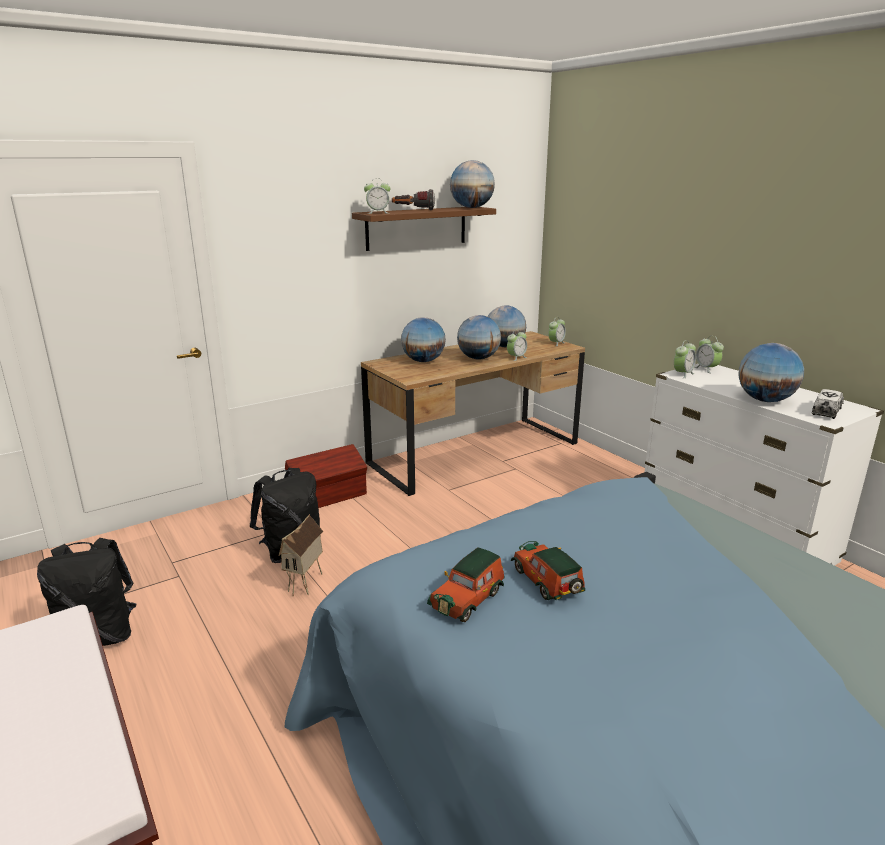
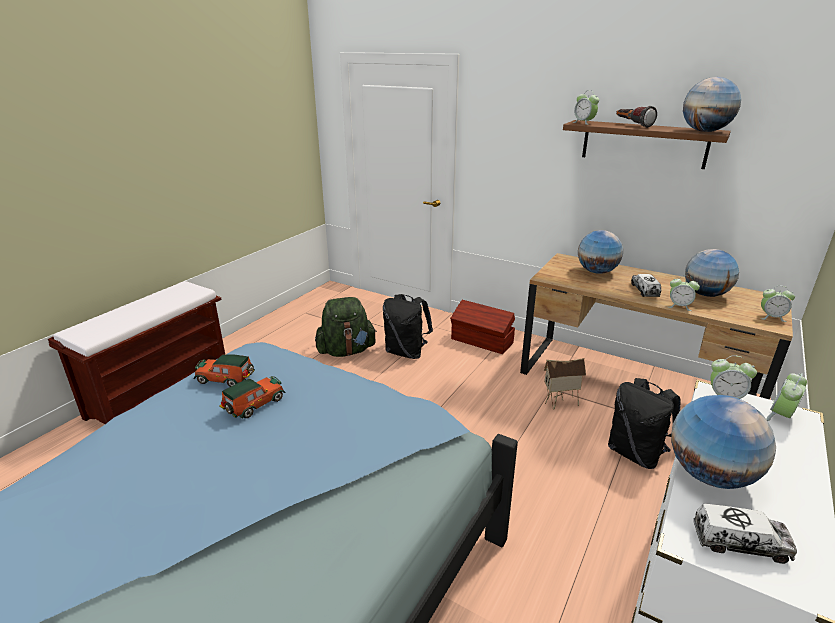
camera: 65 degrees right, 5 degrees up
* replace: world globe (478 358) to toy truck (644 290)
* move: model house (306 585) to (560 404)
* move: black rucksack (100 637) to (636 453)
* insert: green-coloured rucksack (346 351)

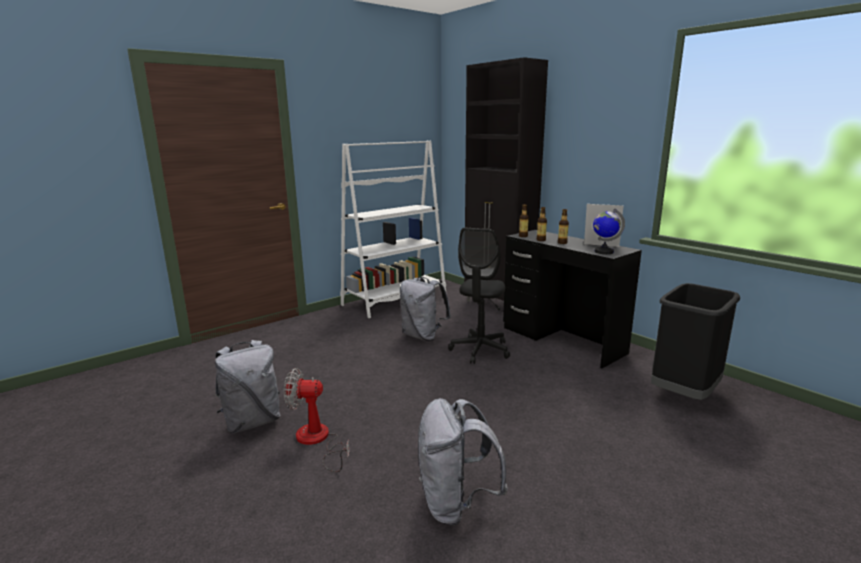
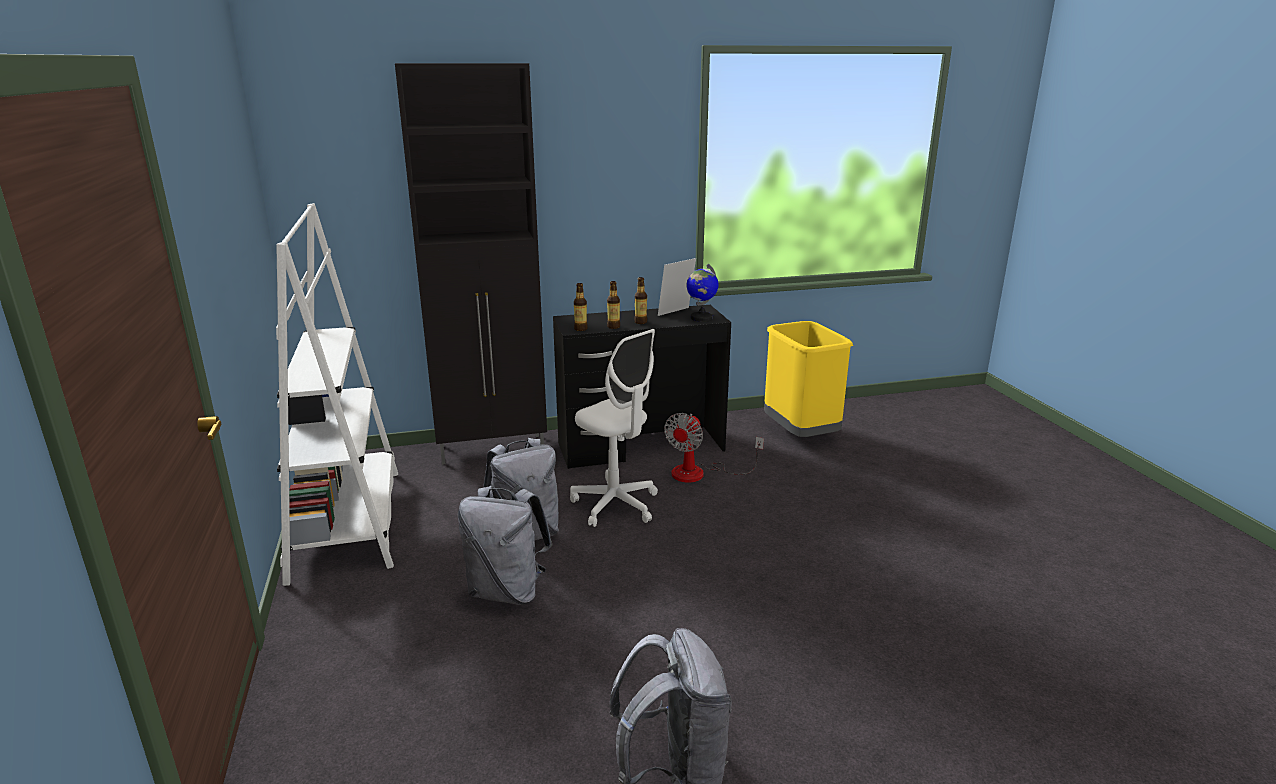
camera: 65 degrees left, 5 degrees up
* recolor: black computer chair (480 350) to whitish computer chair (615 505)
* recolor: black waste bin (685 393) to yellow-coloured waste bin (800 434)
* move: electric fan (317 441) to (699 473)
* move: grey rucksack (456 504) to (507 591)

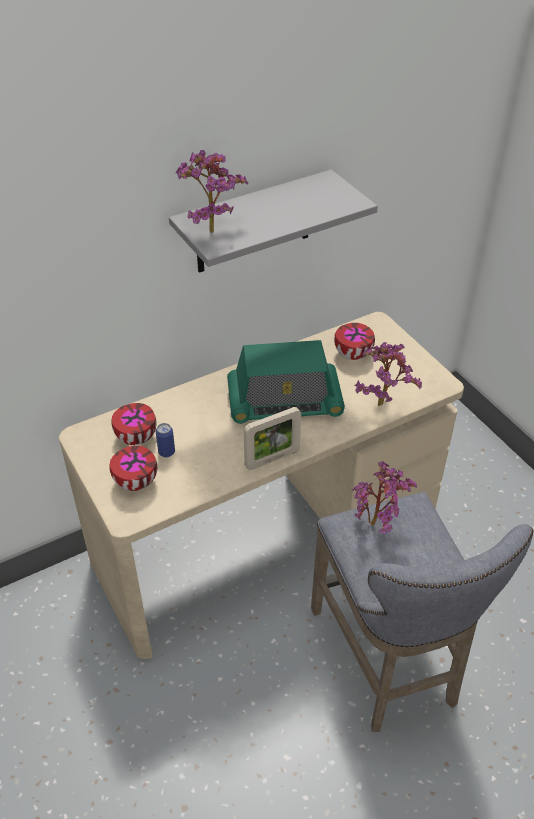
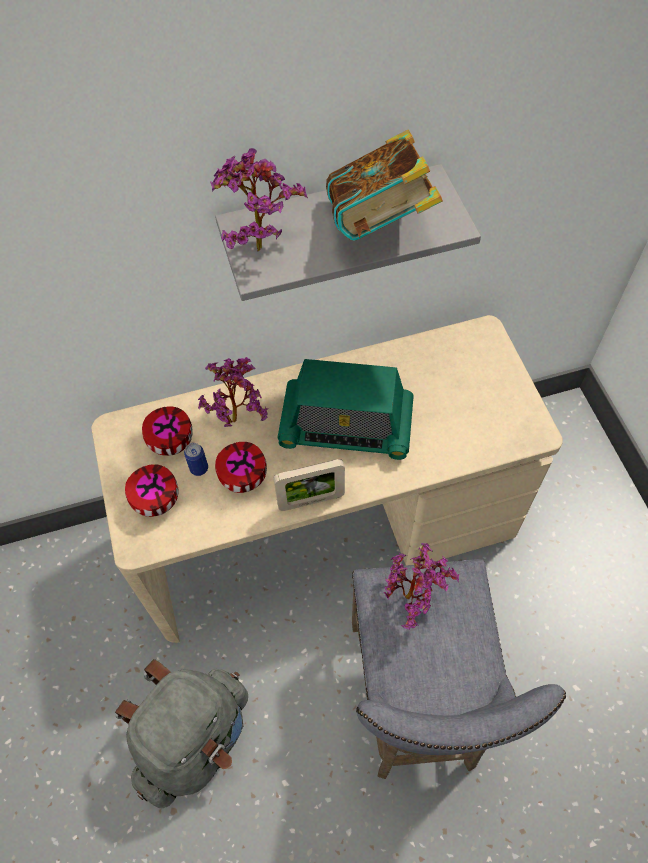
camera: 15 degrees right, 15 degrees up
* move: serving bowl (351 354) to (242 477)
* move: plant in a pot (382 401) to (238 417)
* insert: bound book (380 224)
* insert: grey rucksack (194 739)

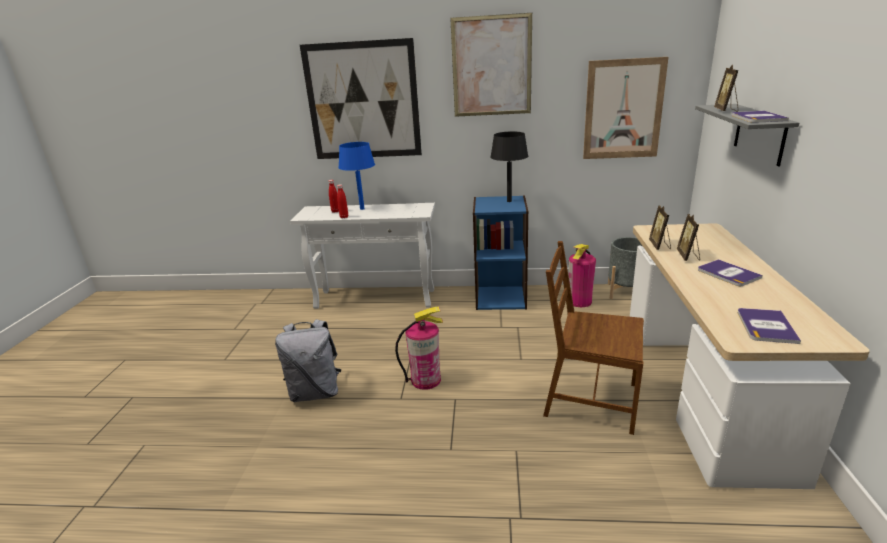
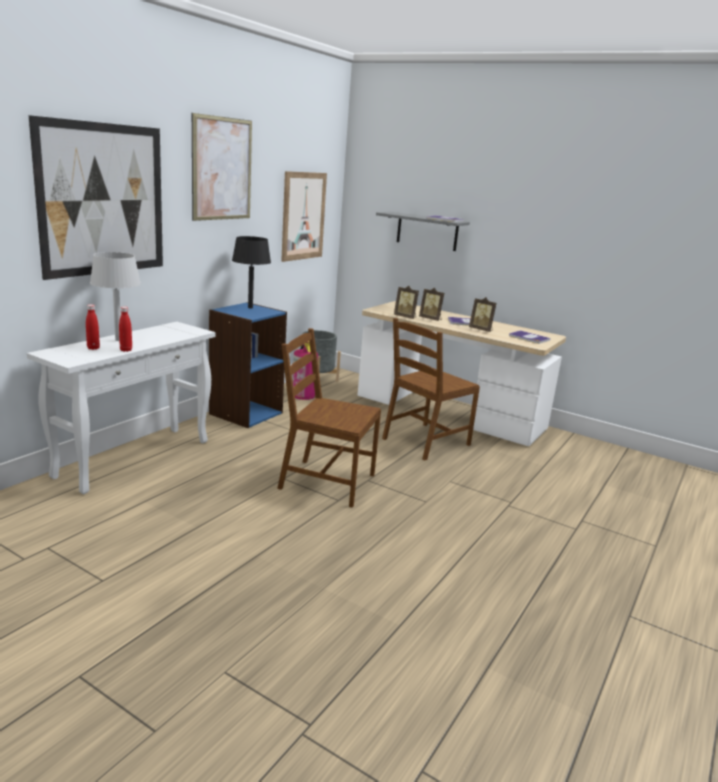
camera: 65 degrees left, 5 degrees down
* move: photo frame (726 110) to (481 330)
* recolor: blue-coloured table lamp (362 209) to grey table lamp (118 340)
* replace: fire-fighting cylinder (426 380) to brownish upright chair (326 482)
* delete: grey rucksack (315 392)

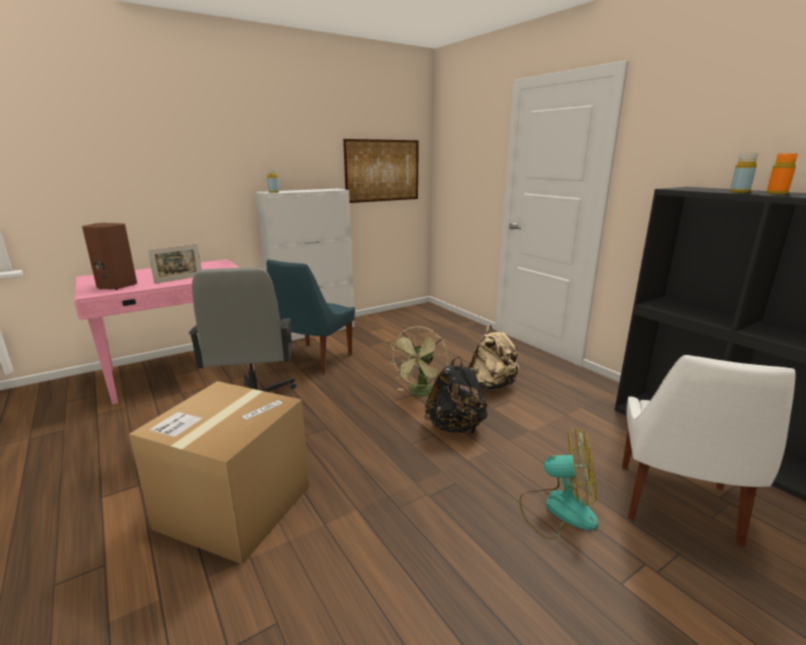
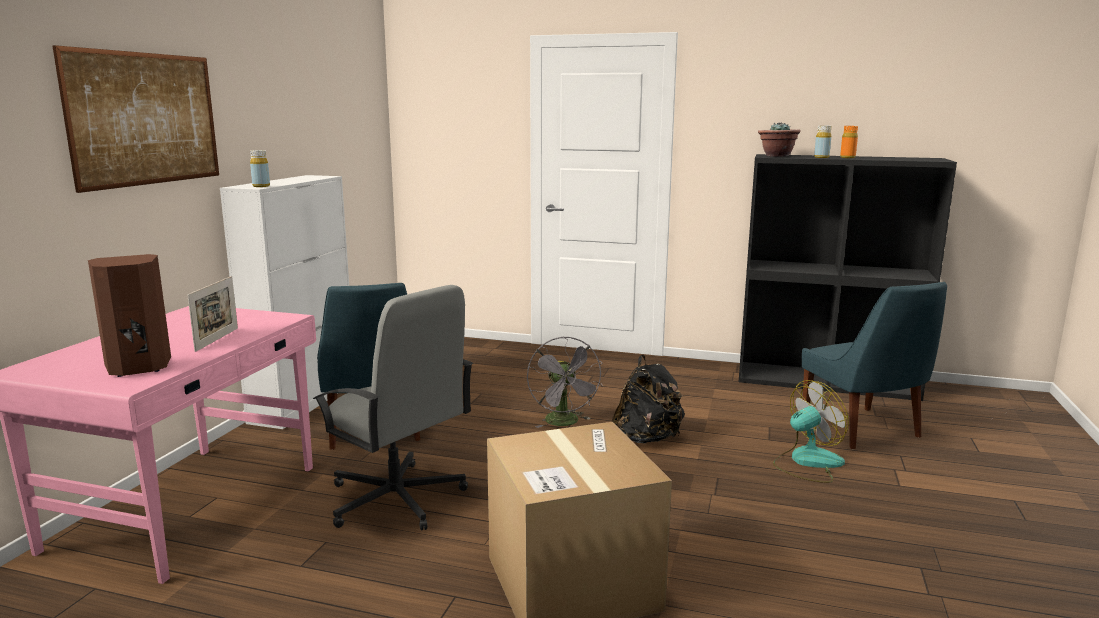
camera: 40 degrees left, 5 degrees down
* move: wall picture (382 170) to (145 119)
* delete: beige rucksack (491 385)
* recolor: green-coloured electric fan (420 393) to grey electric fan (565 423)
* recolor: whitish upright chair (677 506) to blue-coloured upright chair (863 430)
* insert: plant in a pot (777 156)

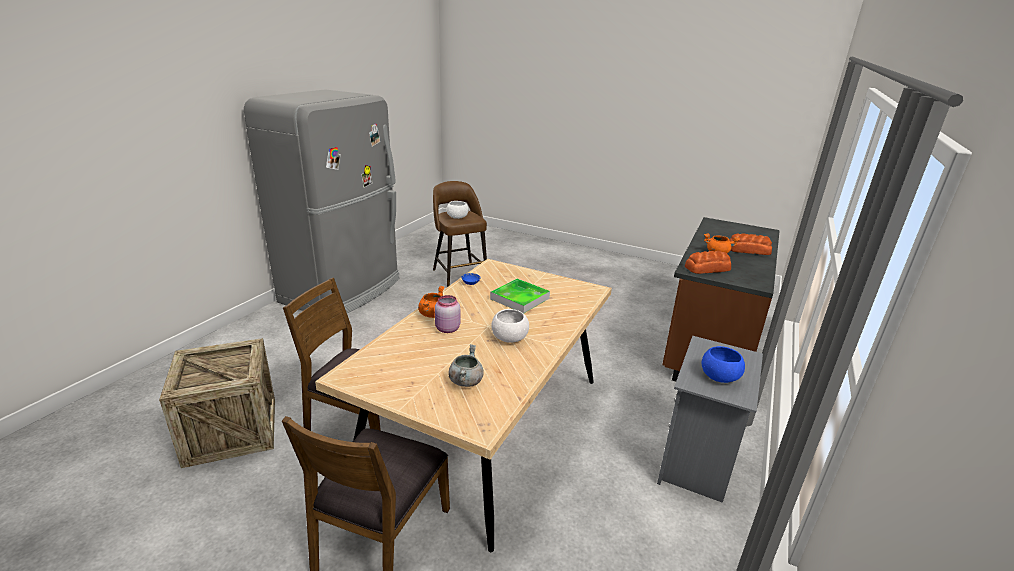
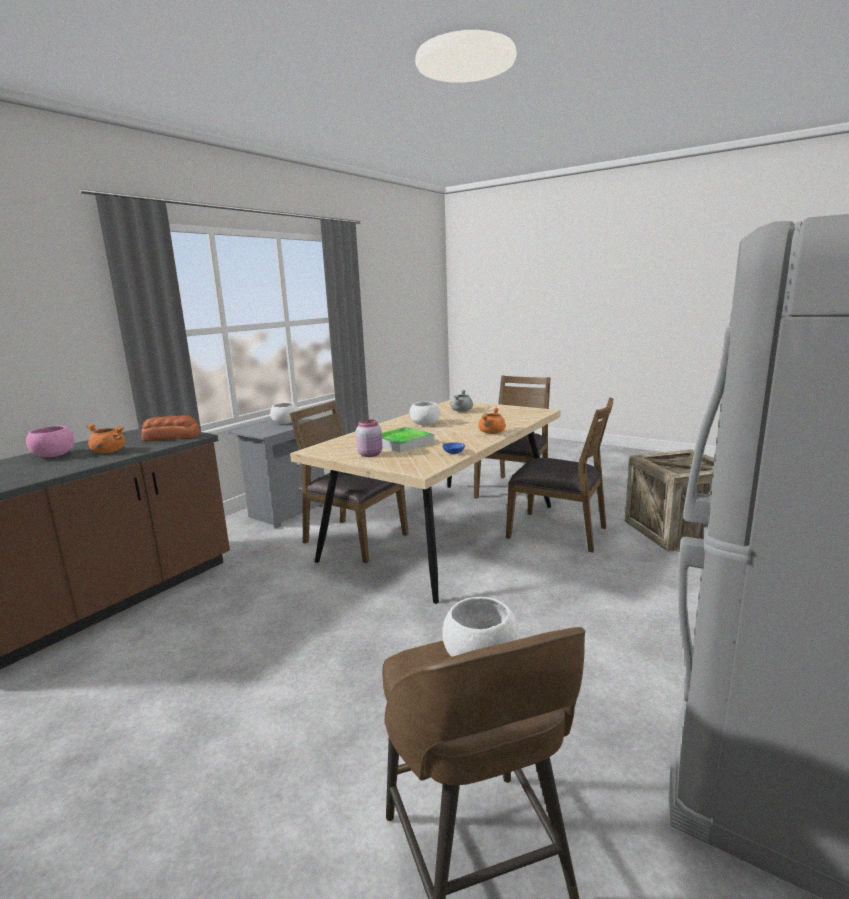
camera: 170 degrees left, 10 degrees down
* replace: bread (748 250) to pink-coloured serving bowl (53 455)
* move: pink-coloured storage jar (447 329) to (370 454)
* recolor: blue-coloured serving bowl (719 377) to whitish serving bowl (285 423)
* insert: brownish upright chair (354 539)

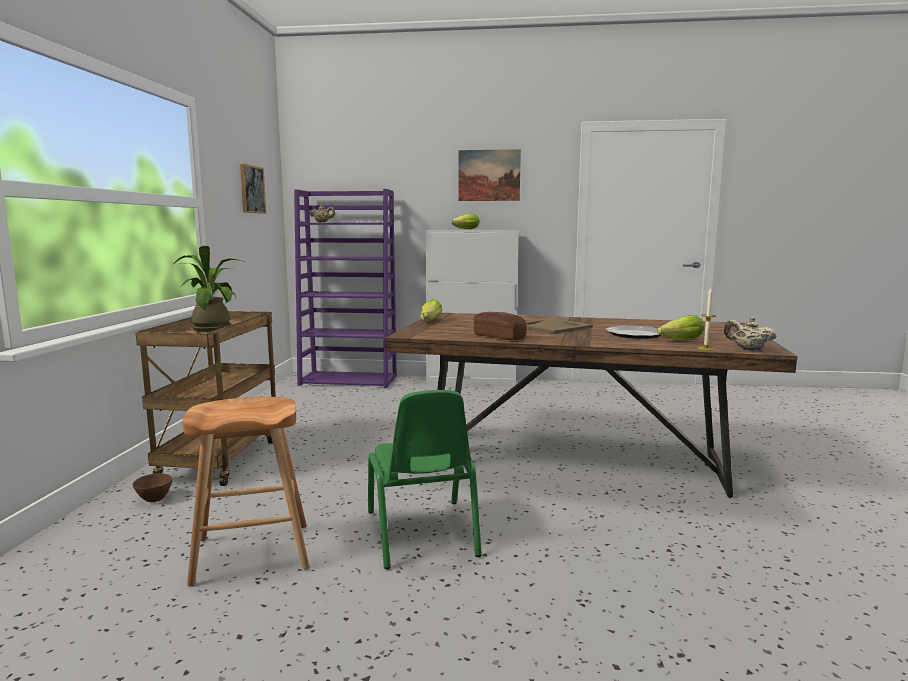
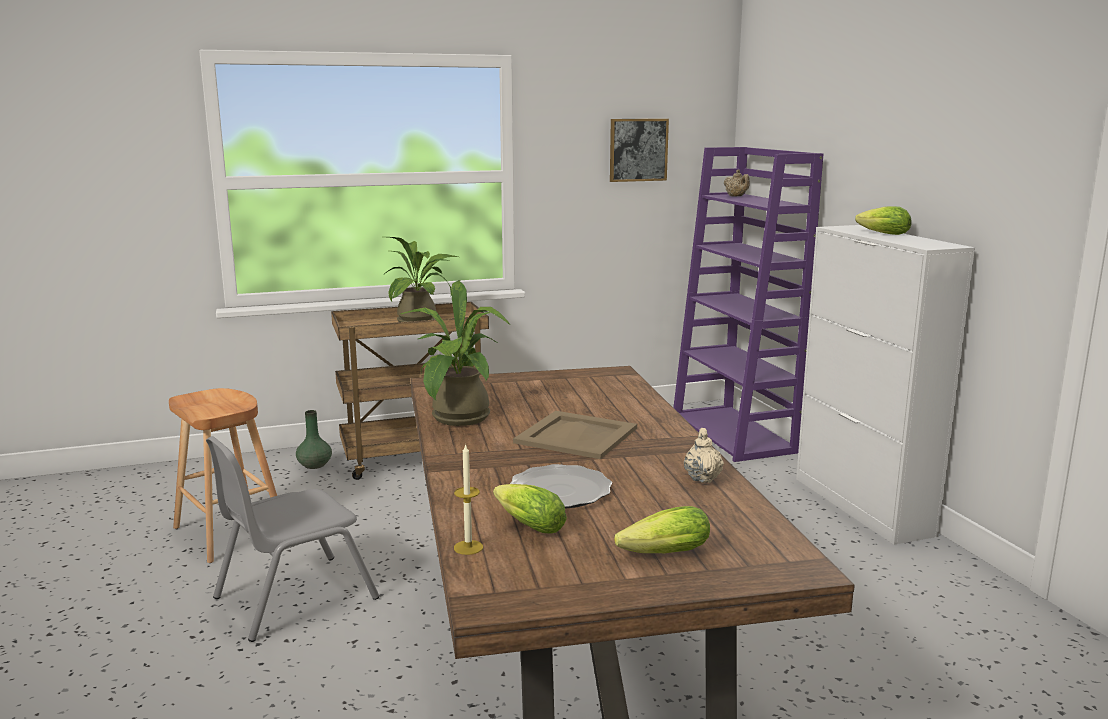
camera: 65 degrees right, 5 degrees up
* delete: wall picture (489 175)
* move: lettuce (429 322) to (660 555)
* replace: bread (499 337) to plant in a pot (458 420)
* move: beige tea pot (748 349) to (702 478)
* recolor: green-coloured upright chair (421 533) to grey upright chair (294 597)
* replace: brownish serving bowl (154 499) to green-coloured flower vase (314 465)

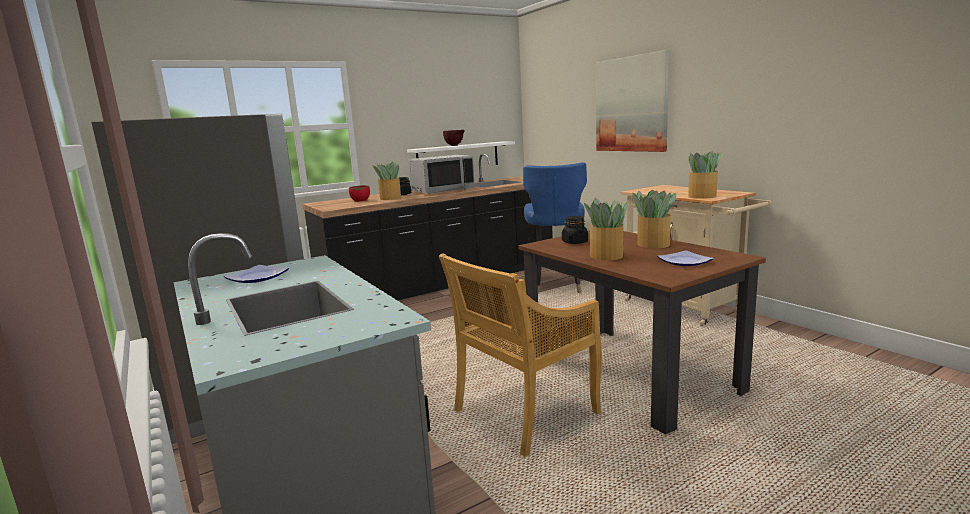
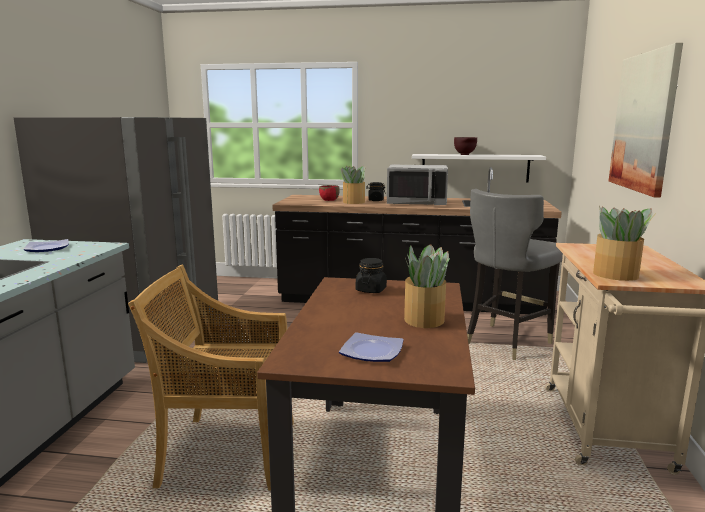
camera: 40 degrees right, 0 degrees up
* recolor: blue-coloured upright chair (556 285) to grey upright chair (506 342)
* delete: plant in a pot (606 256)

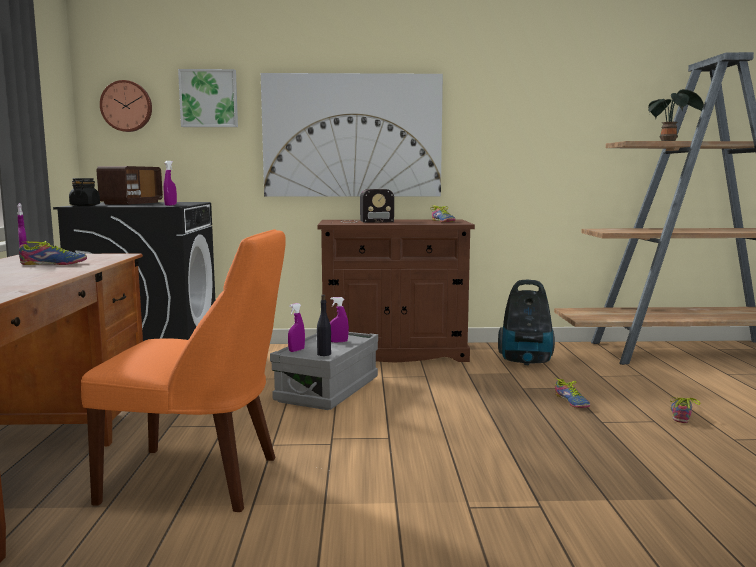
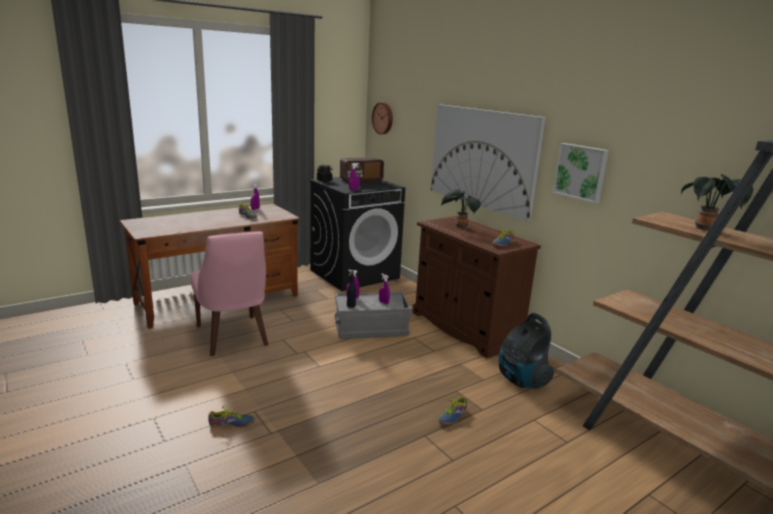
camera: 55 degrees right, 10 degrees up
* move: wall picture (209 98) to (581 172)
* replace: radio (365 221) to plant in a pot (460 226)
* recolor: orangey upright chair (199 480) to pink-coloured upright chair (233 337)
* move: item of footwear (684 414) to (231 424)

